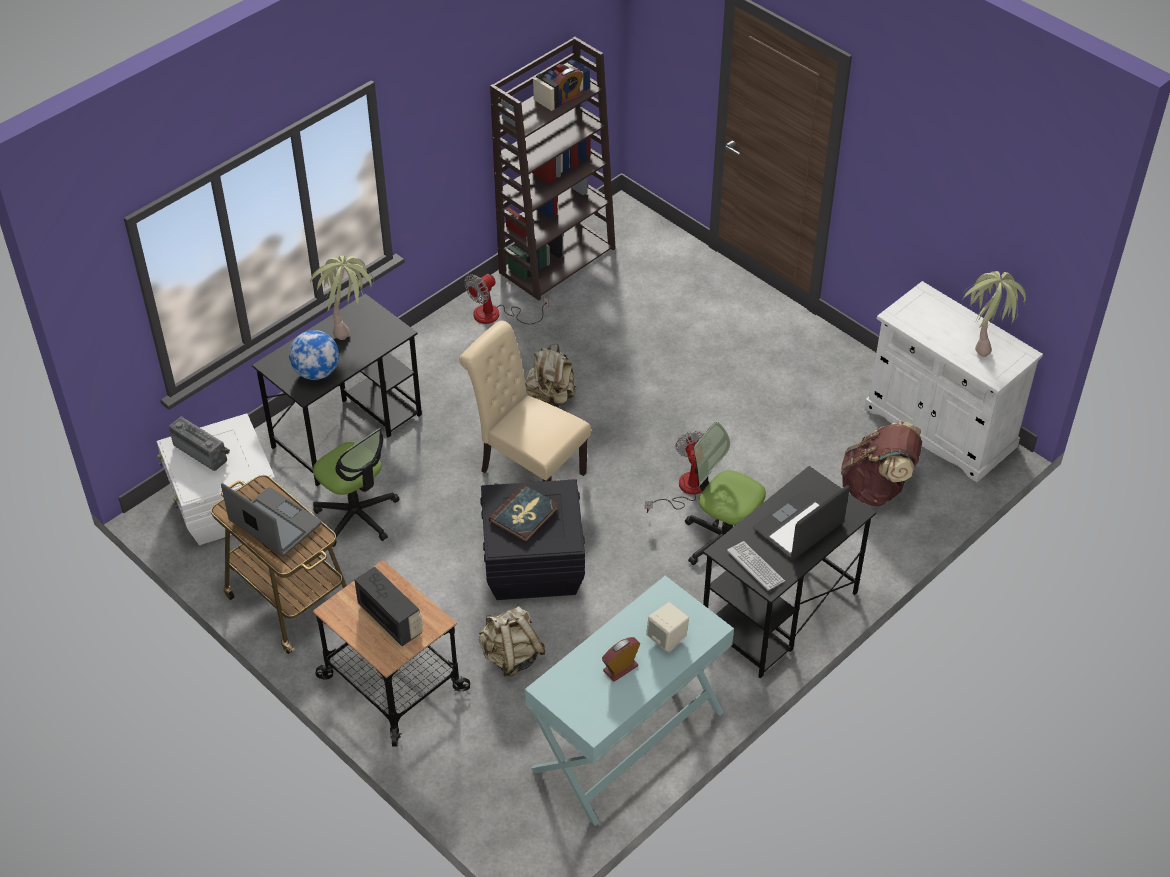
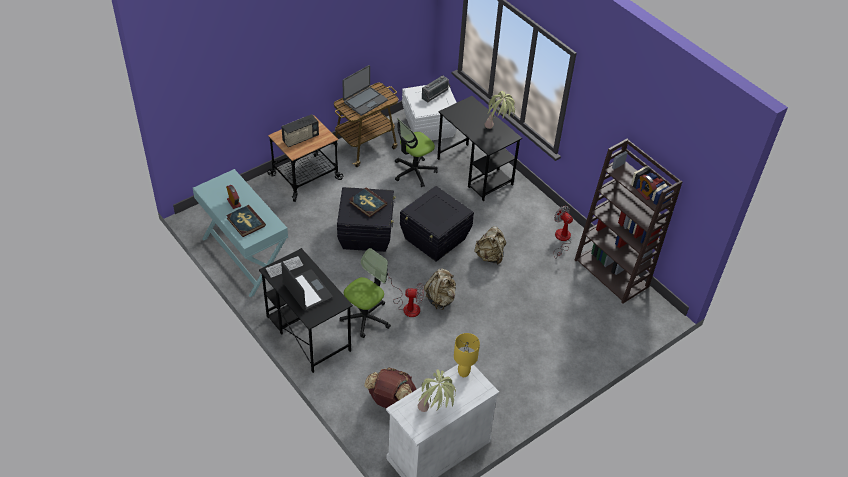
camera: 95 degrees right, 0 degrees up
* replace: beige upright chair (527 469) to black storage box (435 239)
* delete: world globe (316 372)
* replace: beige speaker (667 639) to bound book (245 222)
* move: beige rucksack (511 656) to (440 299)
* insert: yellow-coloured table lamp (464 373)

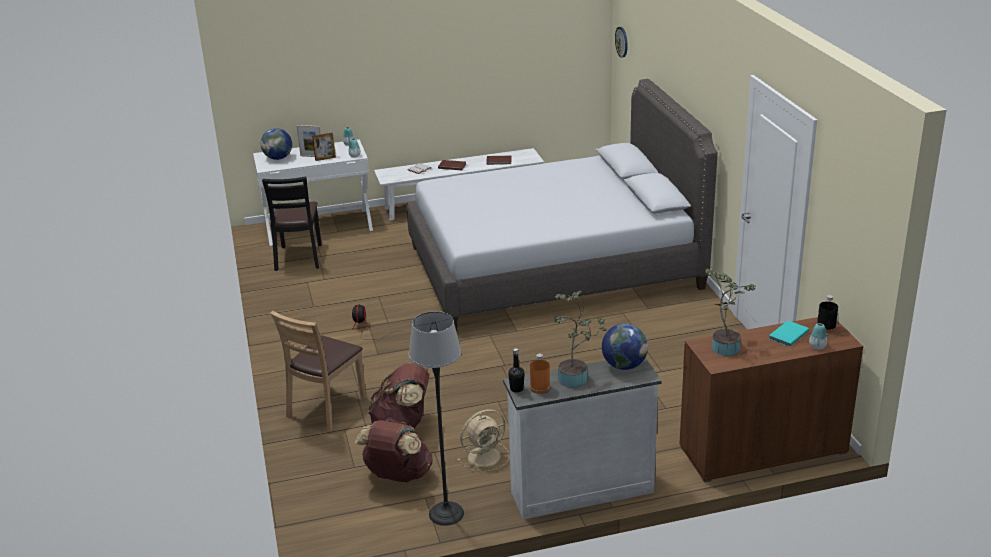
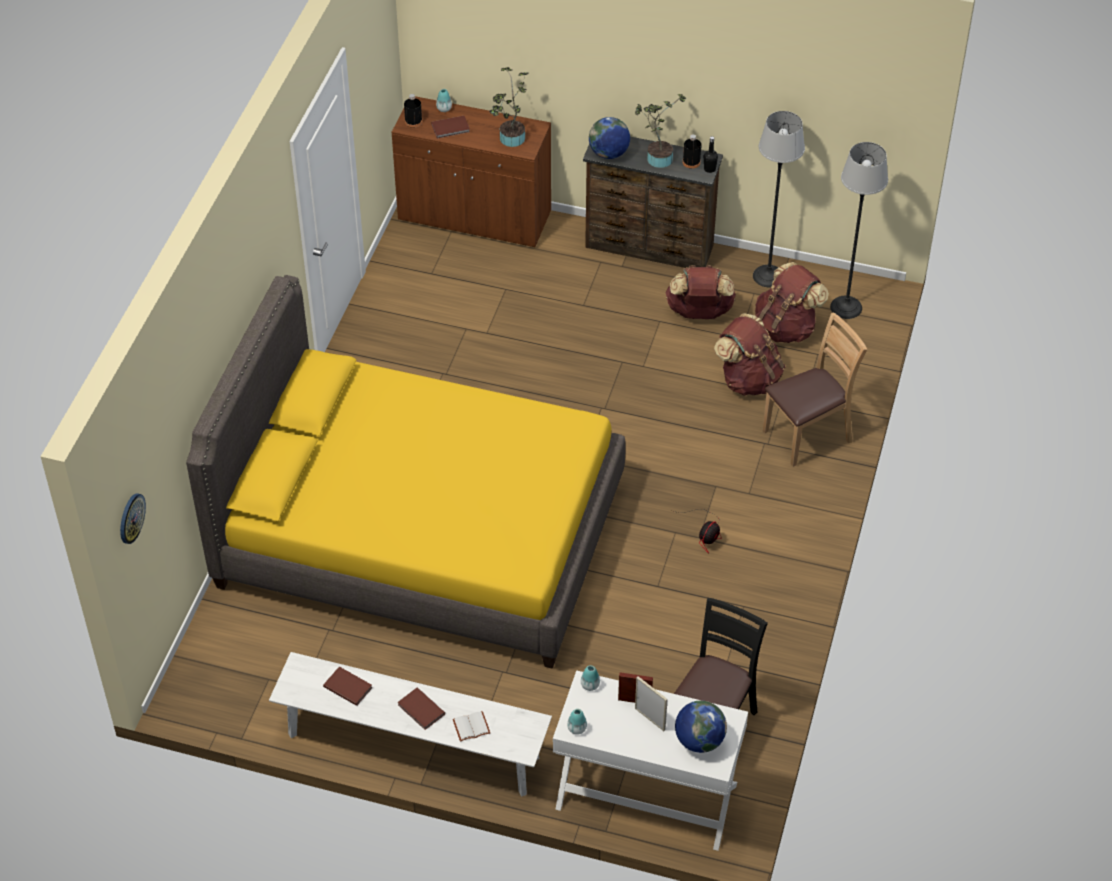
camera: 150 degrees left, 20 degrees up
* recolor: grey bedroom bed (553 267) to yellow-coloured bedroom bed (420 534)
* recolor: blue-green bound book (787 335) to brownish bound book (451 128)
* recolor: orangey bottle (540 388) to black bottle (691 162)
* recolor: whitish drawer chest (580 491) to brownish drawer chest (649 248)
* replace: beige electric fan (485 456) to brownish rucksack (699 313)
* insert: floor lamp (846 307)

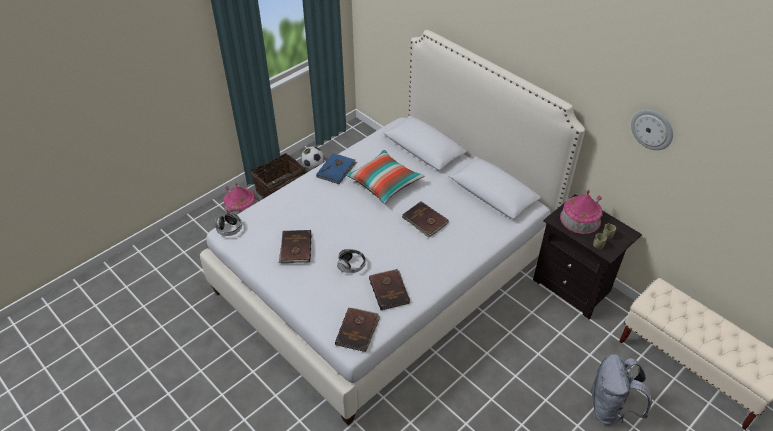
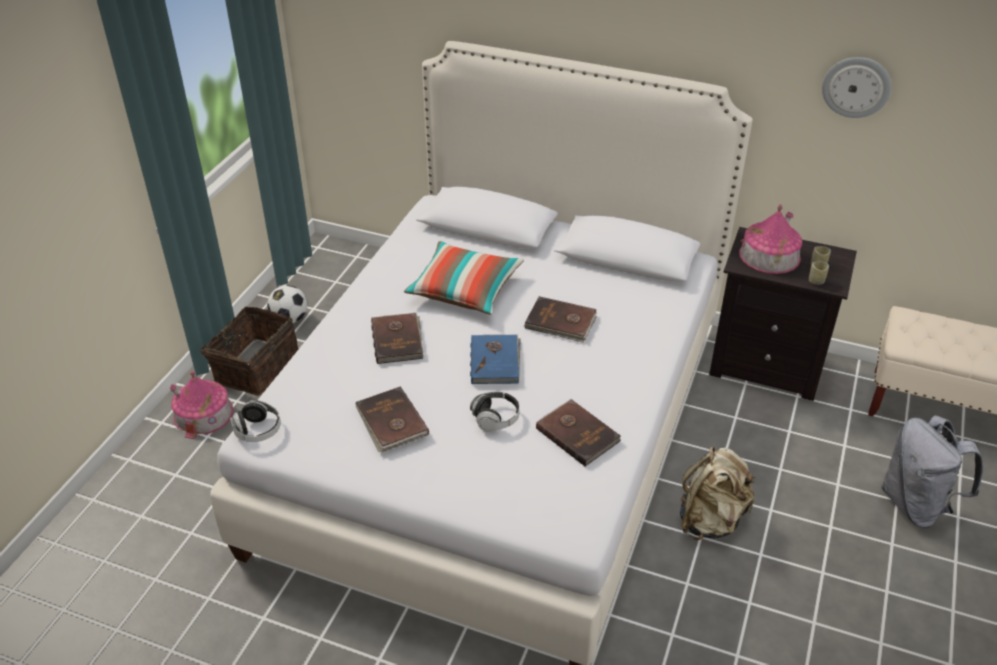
camera: 25 degrees left, 5 degrees down
* move: blue-coloured bound book (336 170) to (495 361)
* move: brownish bound book (358 330) to (398 340)
* insert: beige rucksack (710 519)

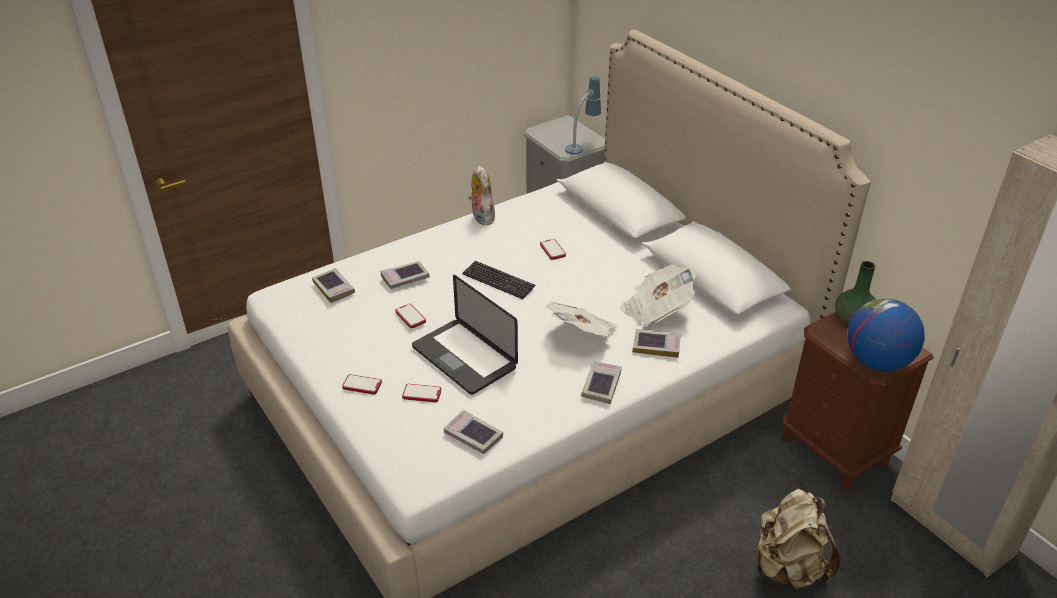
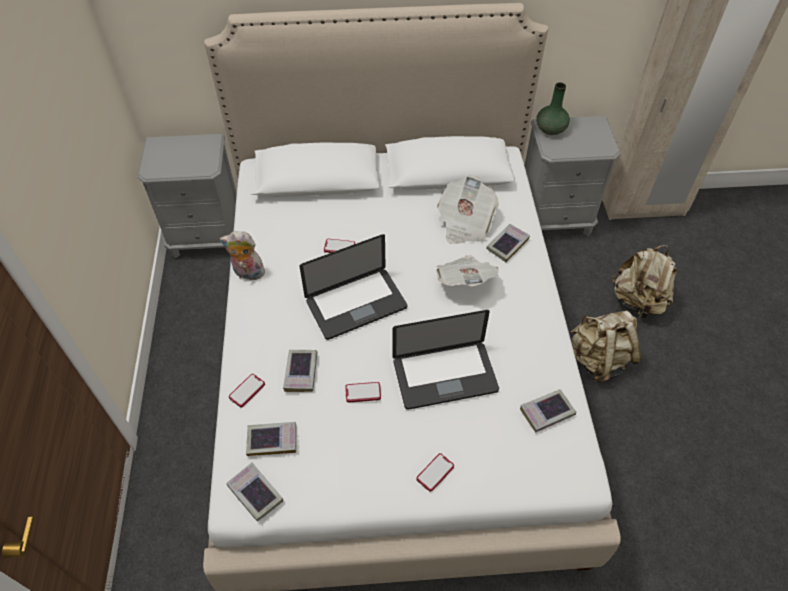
camera: 60 degrees left, 15 degrees up
* delete: table lamp (582 145)
* replace: PC keyboard (498 281) to portable computer (356 304)
* delete: world globe (876 361)
* recolor: brownish night table (835 450) to grey night table (554 219)
* move: bound book (601 385) to (255 493)
* move: phone (422 394) to (247 391)
* insert: beige rucksack (598 360)

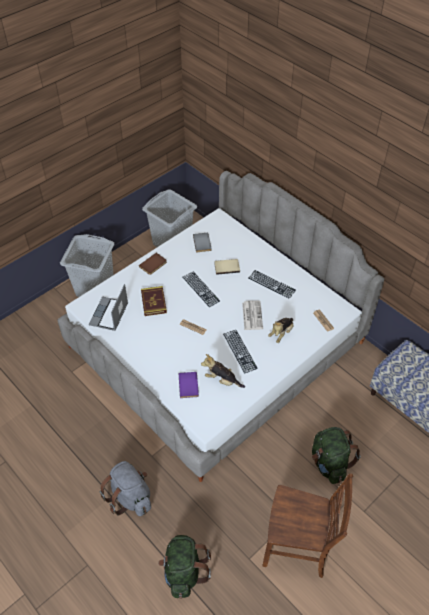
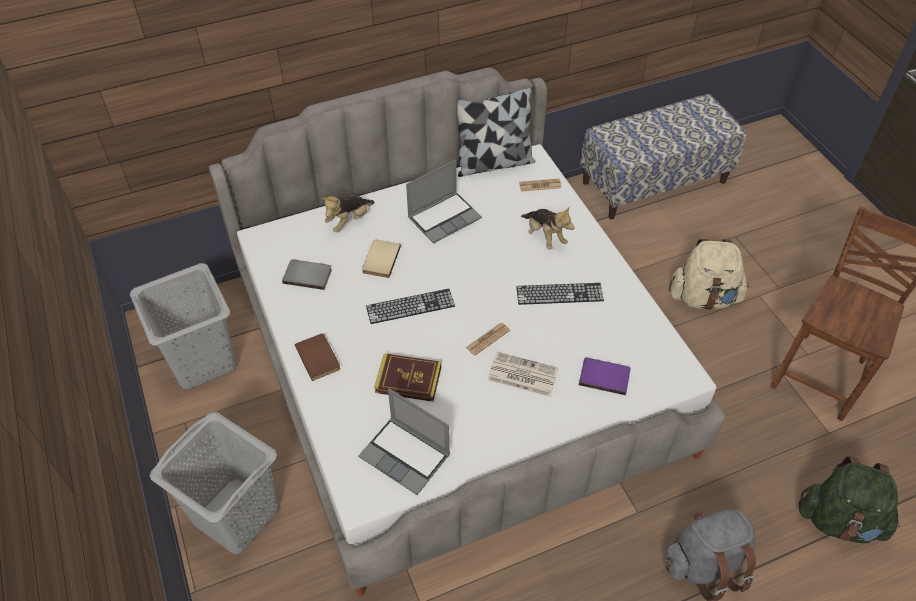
camera: 70 degrees left, 0 degrees up
* replace: PC keyboard (271 284) to portable computer (444 217)
* move: daily paper (252 315) to (522 375)
* move: cuddly toy (222 380) to (349 221)
* recolor: green-coloured rucksack (329 463) to beige rucksack (704 297)
* insert: throw pillow (493 163)

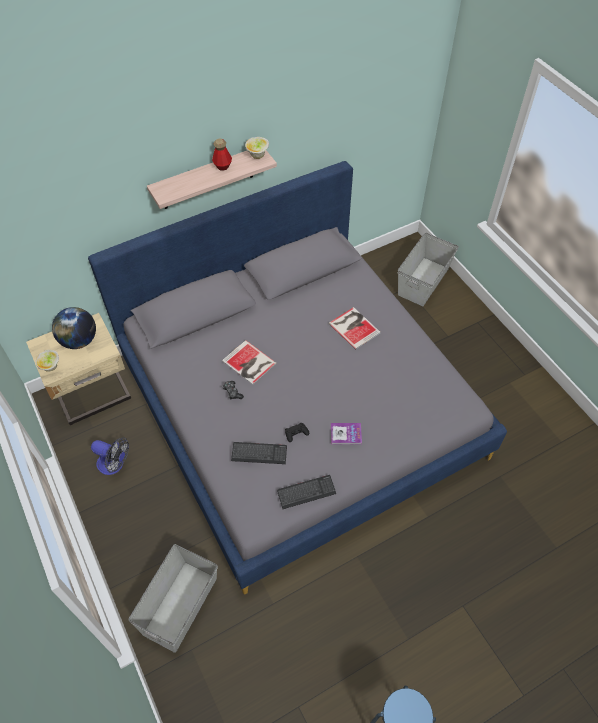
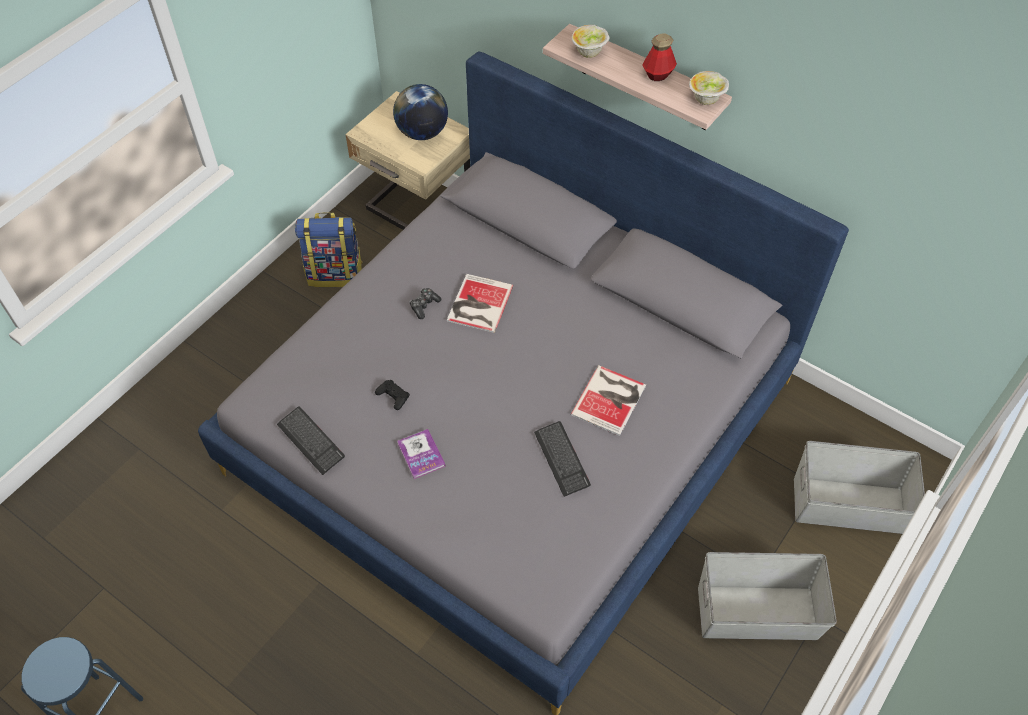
camera: 65 degrees right, 0 degrees up
* move: serving bowl (51 367) to (589 53)
* replace: electric fan (114 464) to rucksack (335 273)
* move: PC keyboard (259 453) to (562 459)
* move: grey storage box (181 605) to (758 613)

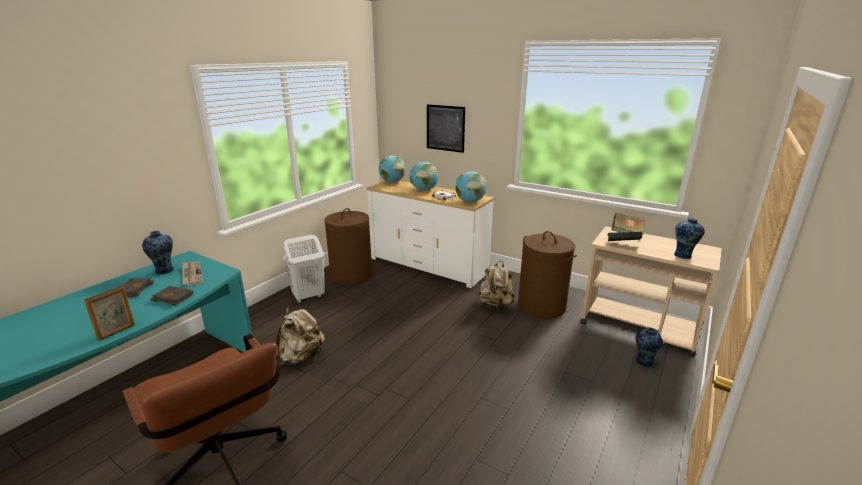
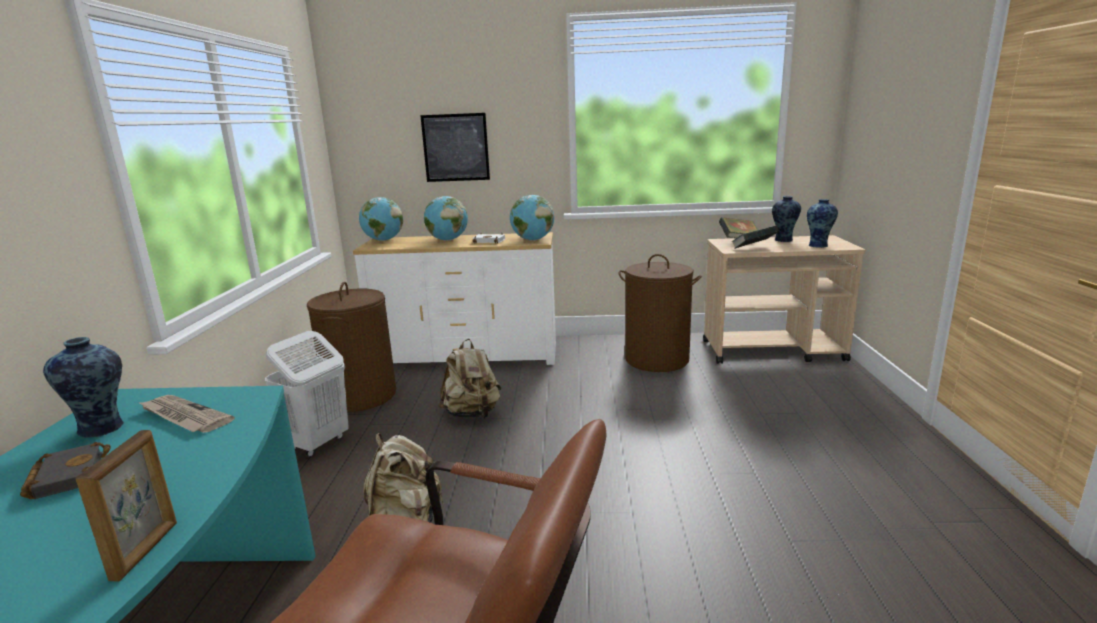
camera: 30 degrees left, 5 degrees down
* move: beige rucksack (495 306) to (472 414)
* delete: black bound book (175 298)
* move: flower vase (643 362) to (783 240)

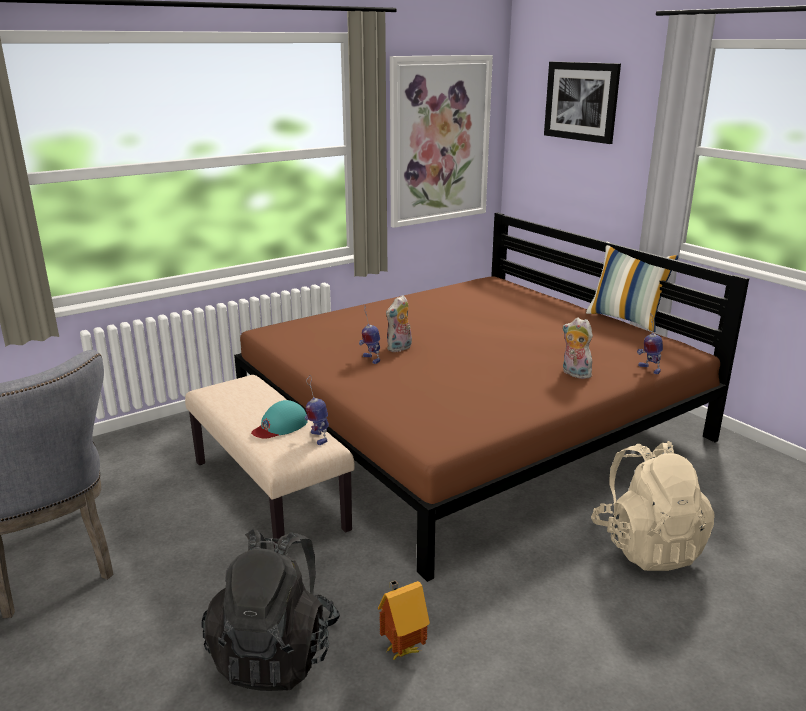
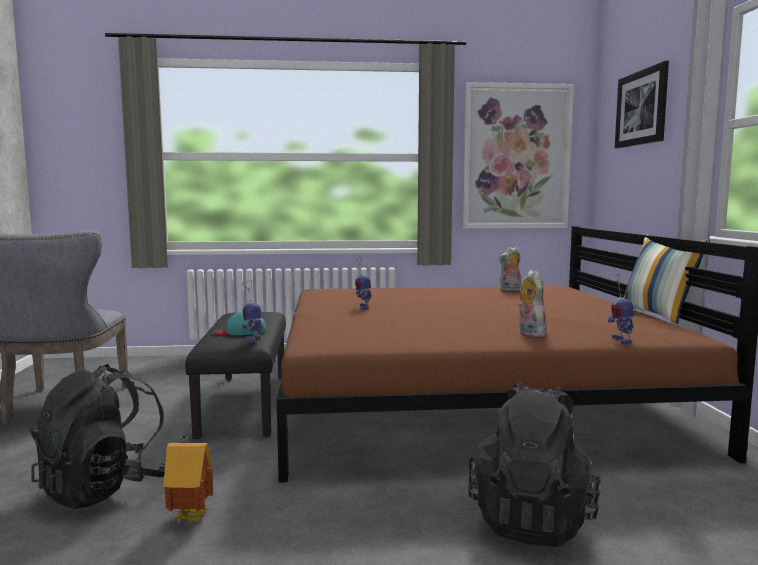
camera: 30 degrees right, 15 degrees down
* move: cuddly toy (399 348) to (510 290)
* recolor: beige indoor bench (270 494) to black indoor bench (246 404)
* recolor: beige rucksack (647 546) to black rucksack (532 520)

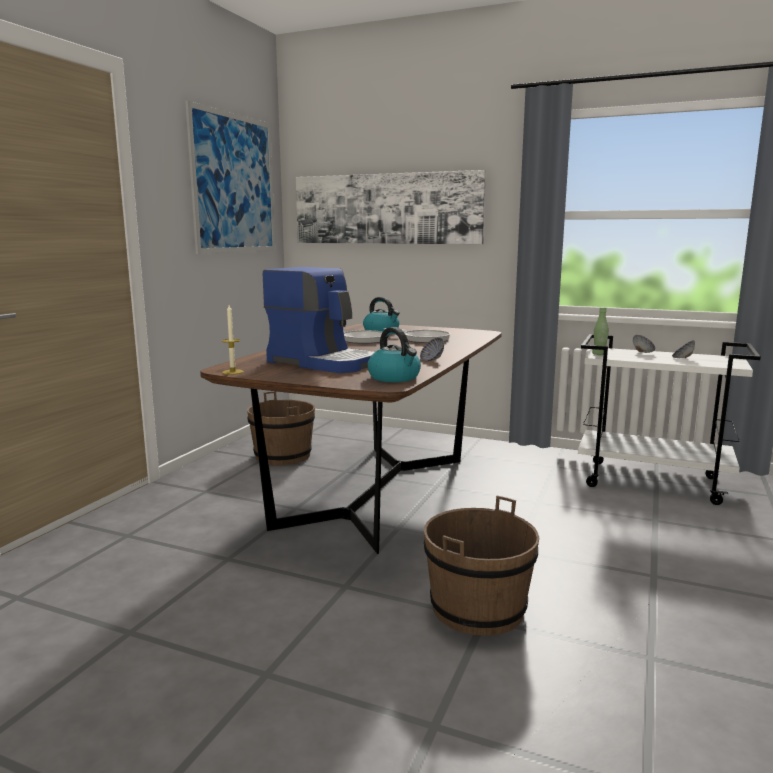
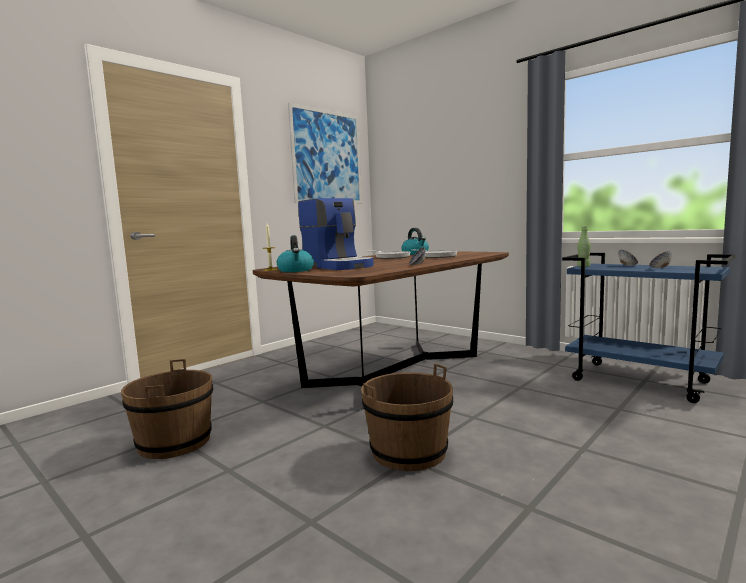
camera: 20 degrees right, 5 degrees down
* delete: wall picture (386 209)
* move: kettle (395 377) to (296 270)
* recolor: whitish cart (653 482) to blue-coloured cart (640 381)
* move: brownish water bucket (283 456) to (175 442)

